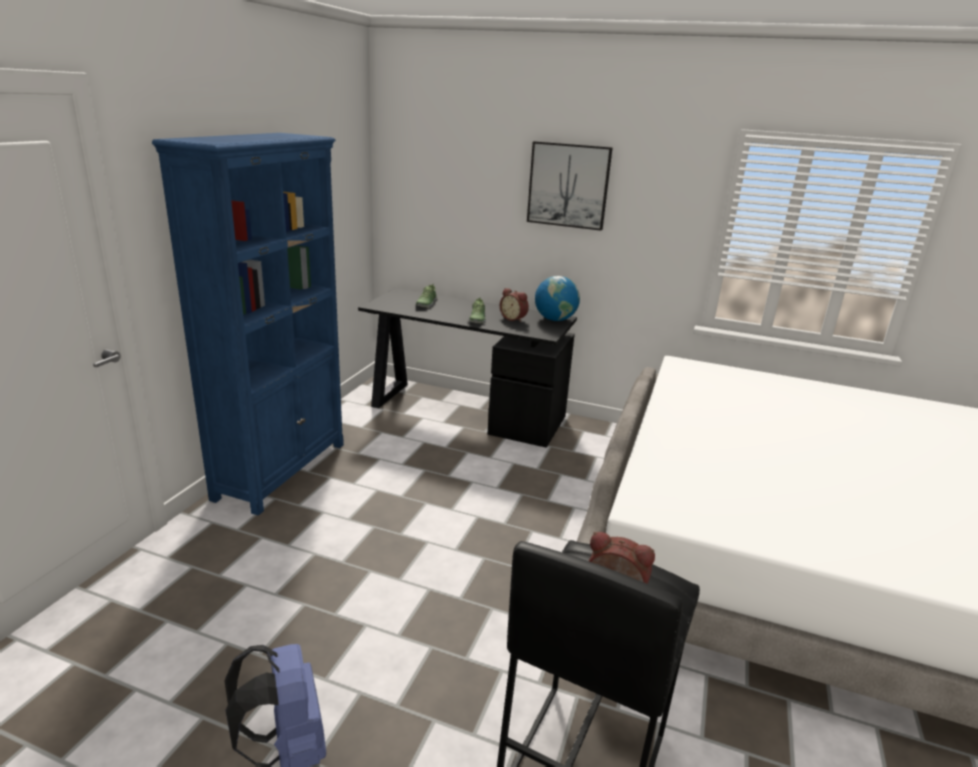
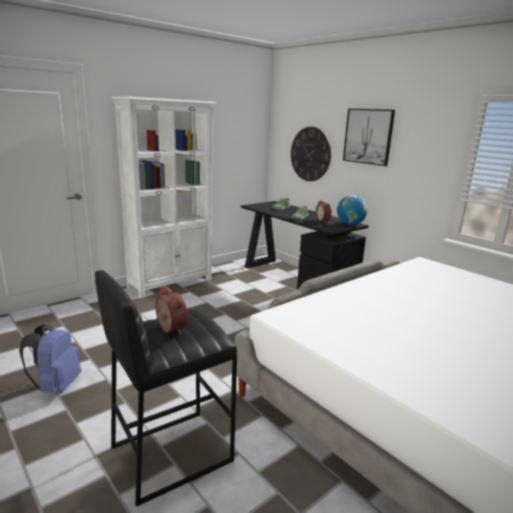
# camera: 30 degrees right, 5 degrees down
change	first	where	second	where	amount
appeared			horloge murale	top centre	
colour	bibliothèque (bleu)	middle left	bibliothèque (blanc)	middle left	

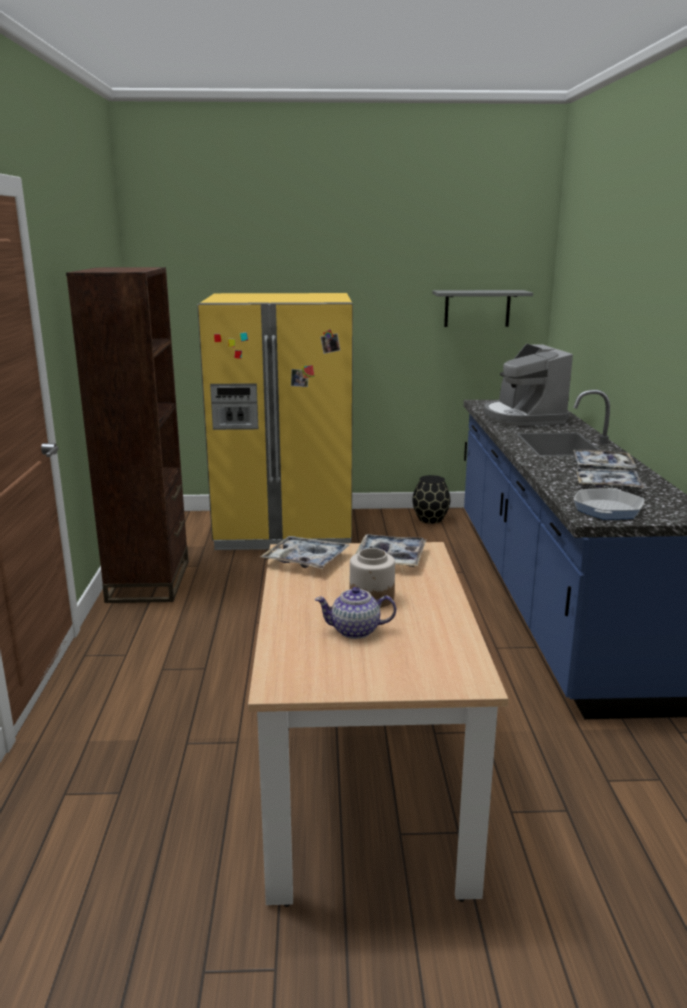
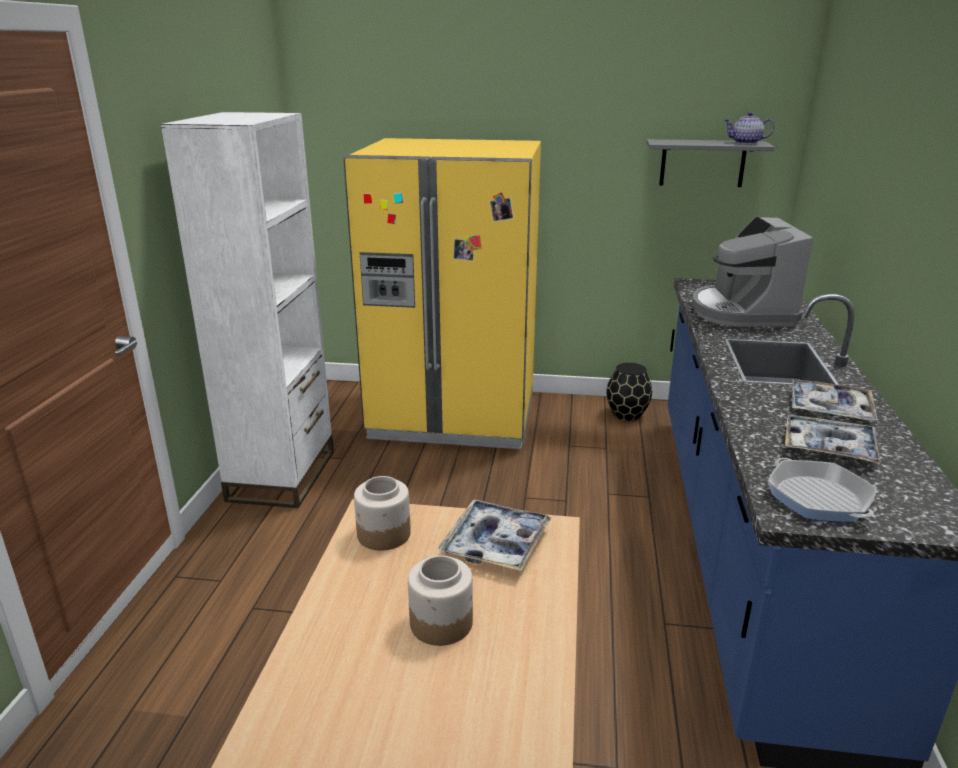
# camera: 10 degrees right, 5 degrees up
change	first	where	second	where	amount
relocated	théière	centre		top right	
exchanged	plateau (no. 1 from left)	centre	bocal (no. 1 from left)	bottom centre	
colour	bibliothèque (marron)	middle left	bibliothèque (blanc)	middle left	
spun	poêle	middle right		middle right	120 degrees clockwise

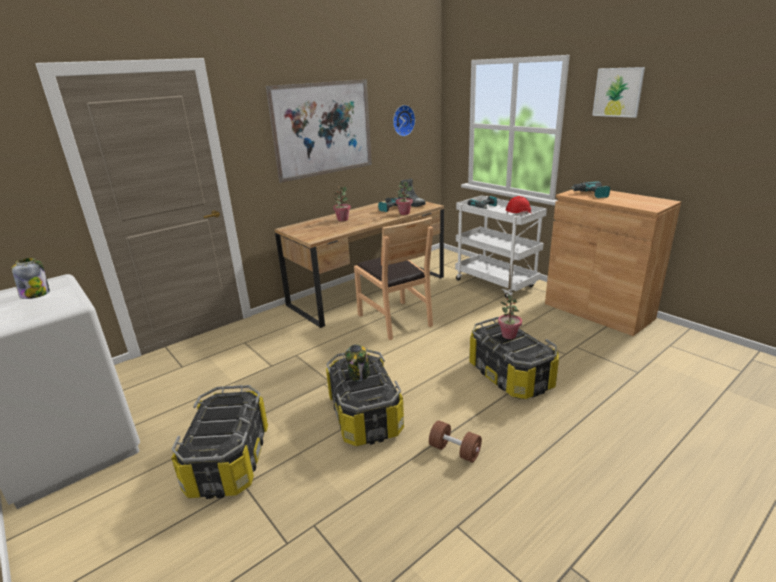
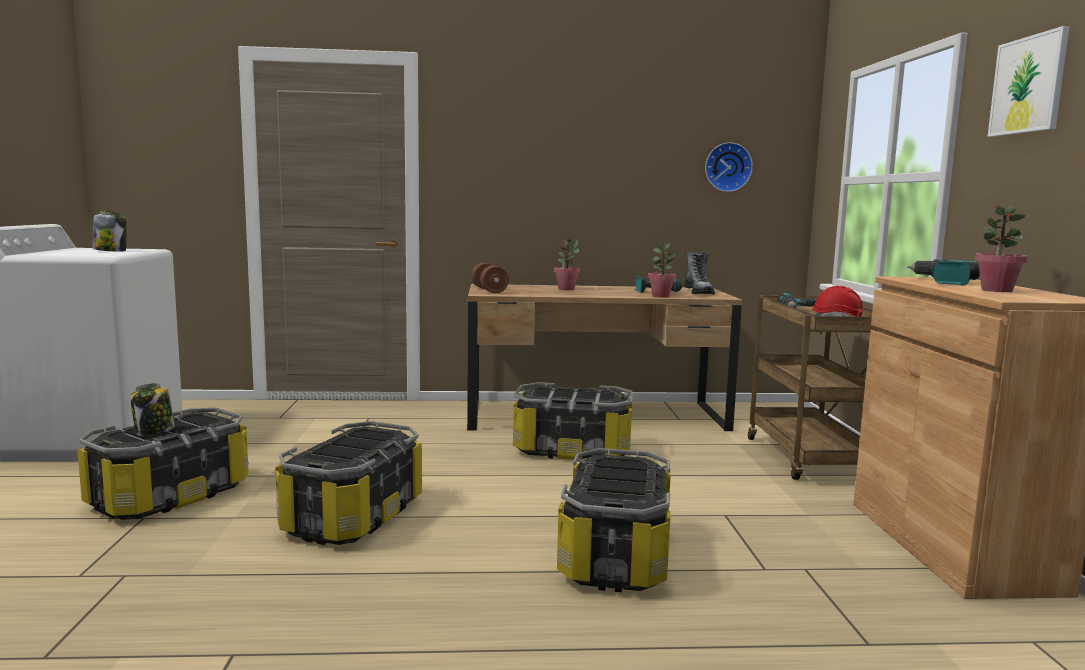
# camera: 35 degrees right, 15 degrees down
change	first	where	second	where	amount
missing	tableau (no. 1 from left)	top centre			
relocated	bocal (no. 2 from left)	centre		middle left	
relocated	haltère (marron)	bottom centre		centre	
relocated	plante en pot (no. 3 from left)	centre		middle right	
exchanged	chaise (marron)	centre	boîte de rangement (no. 3 from left)	centre	
colour	chariot (blanc)	centre	chariot (marron)	middle right	

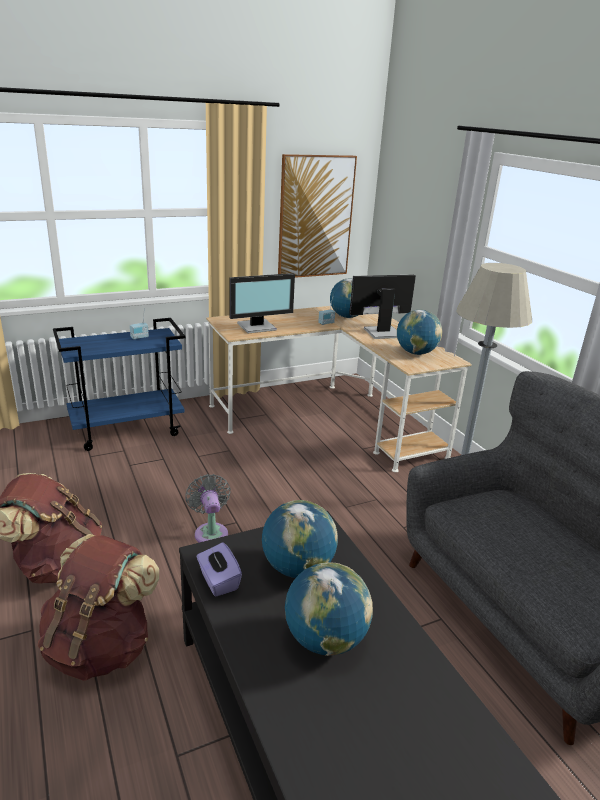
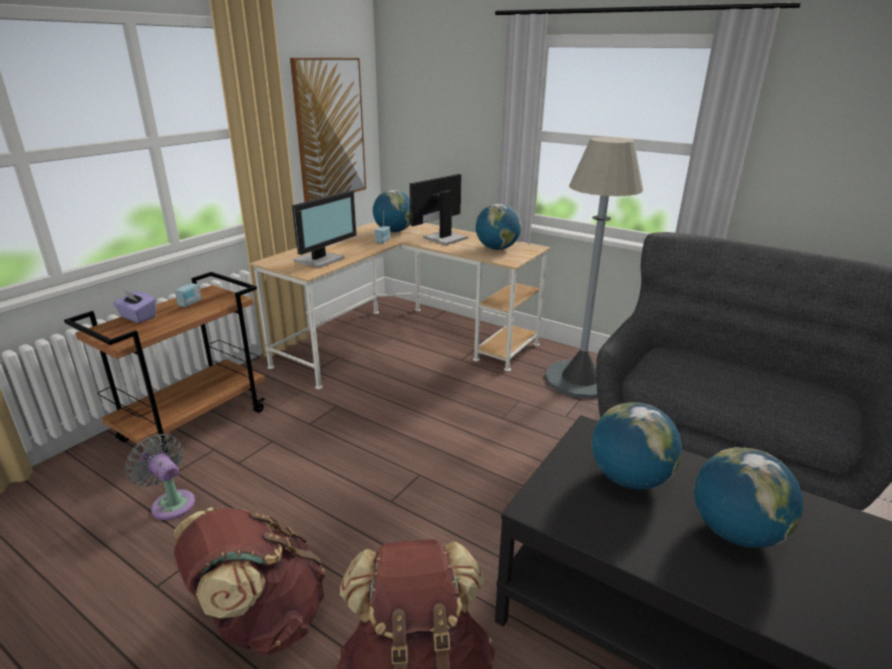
# camera: 30 degrees left, 0 degrees up
change	first	where	second	where	amount
relocated	ventilateur (gris)	centre		bottom left	
relocated	boîte à mouchoirs (violet)	bottom centre		middle left	
colour	chariot (bleu)	middle left	chariot (marron)	middle left	

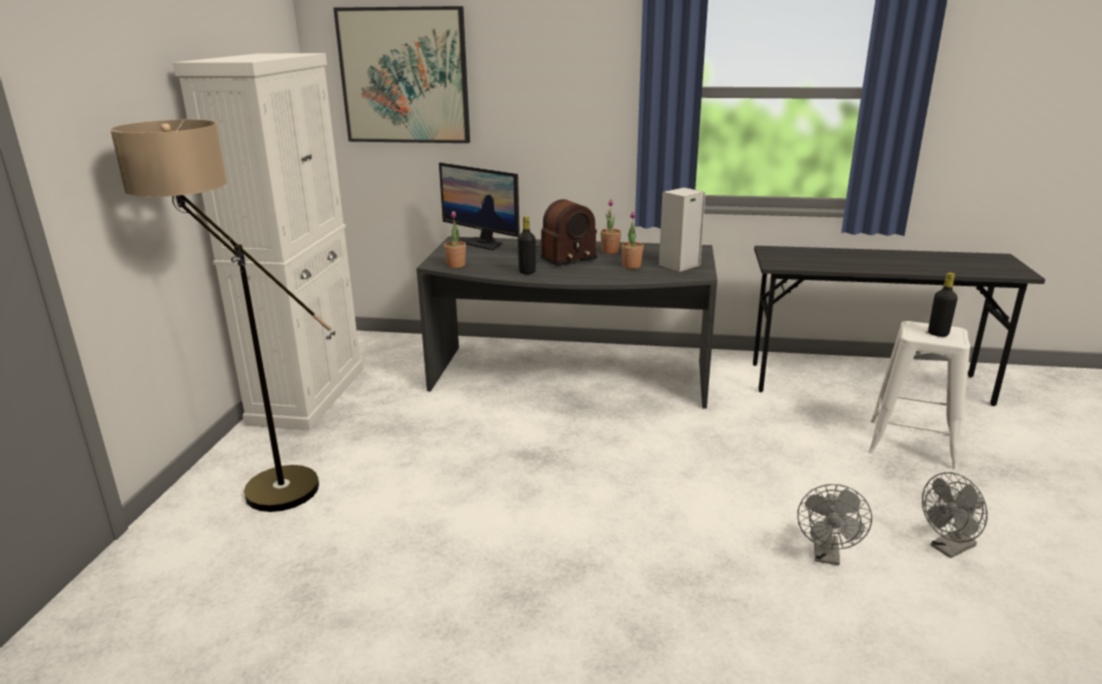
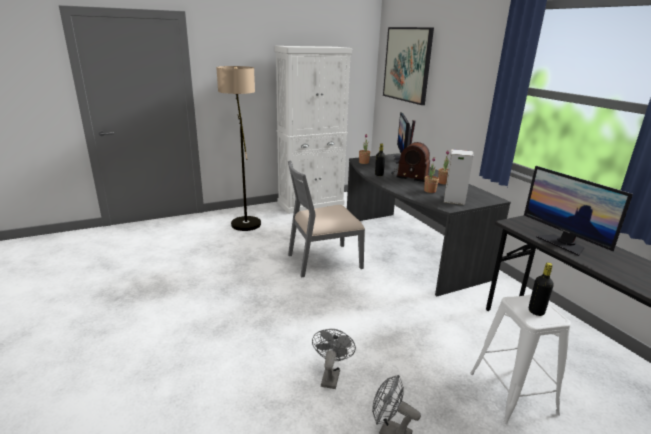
# camera: 55 degrees right, 0 degrees up
change	first	where	second	where	amount
appeared			chaise (gris)	centre	
appeared			écran d'ordinateur (no. 2 from left)	middle right	
spun	ventilateur (gris) (no. 1 from left)	bottom right		bottom centre	120 degrees clockwise

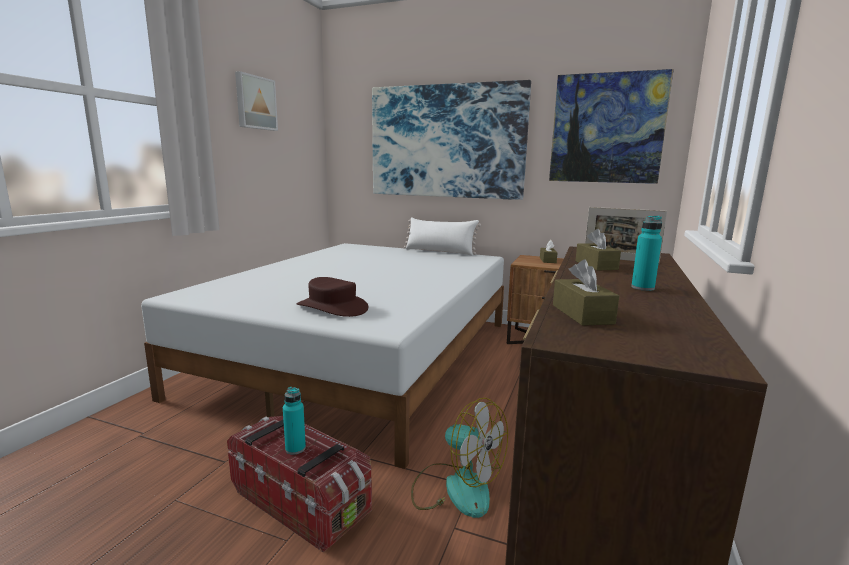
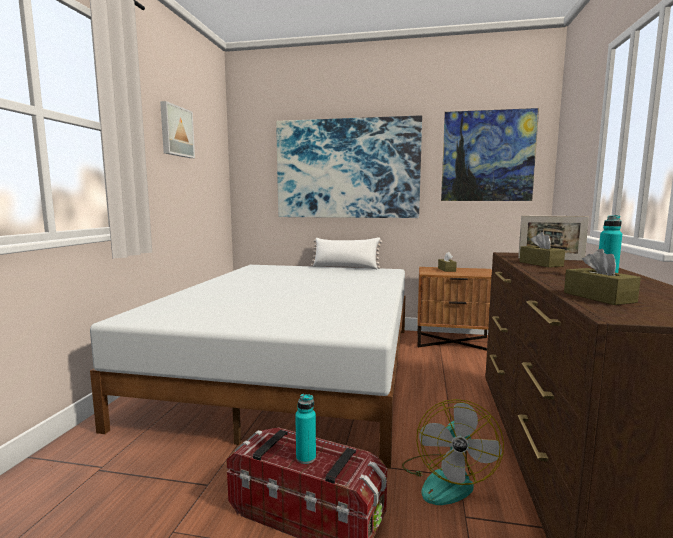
# camera: 10 degrees left, 5 degrees down
change	first	where	second	where	amount
missing	chapeau (marron)	centre			
spun	ventilateur	bottom centre		bottom right	75 degrees clockwise

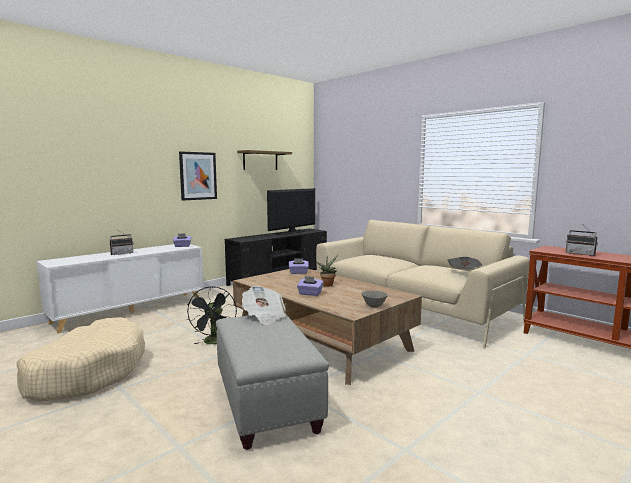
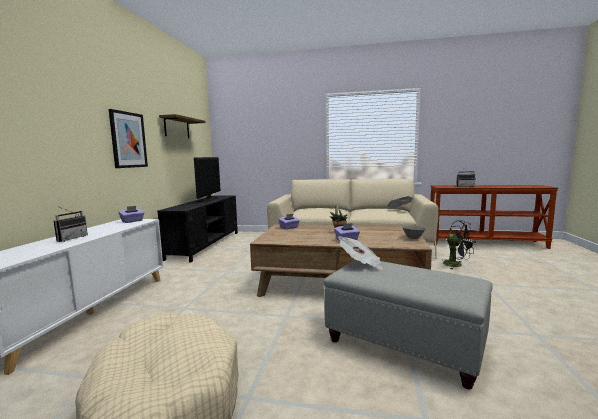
# camera: 35 degrees left, 0 degrees up
change	first	where	second	where	amount
relocated	ventilateur (noir)	centre		middle right	

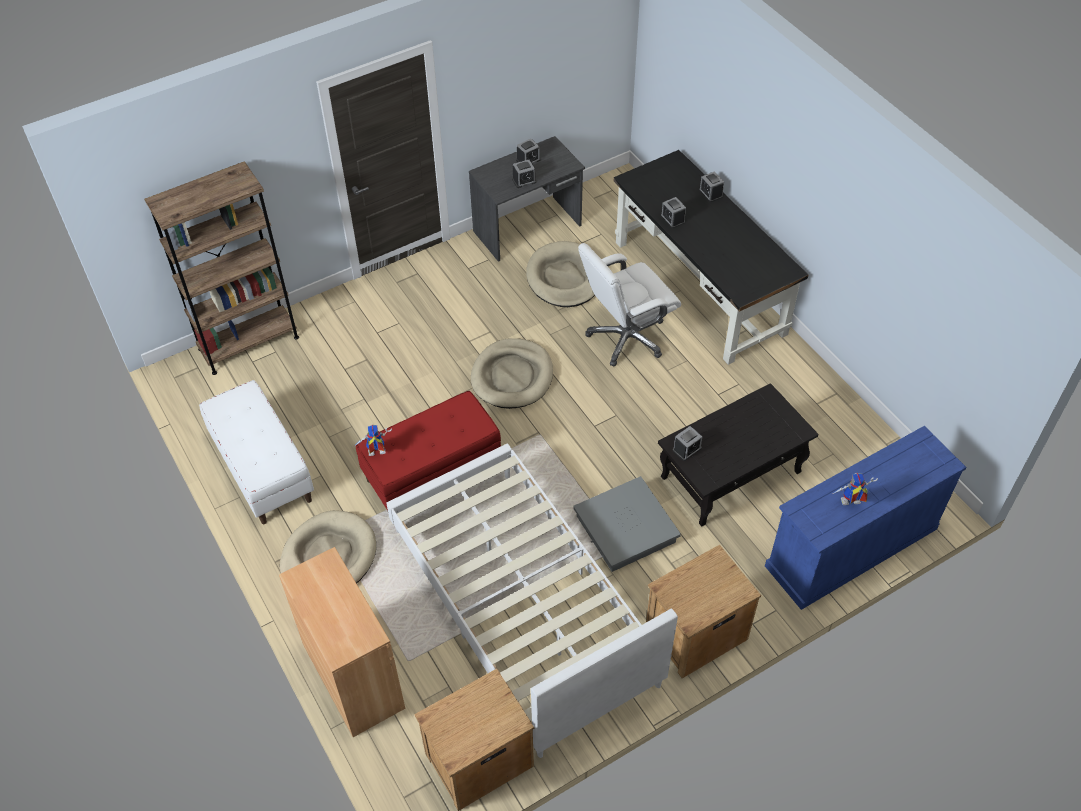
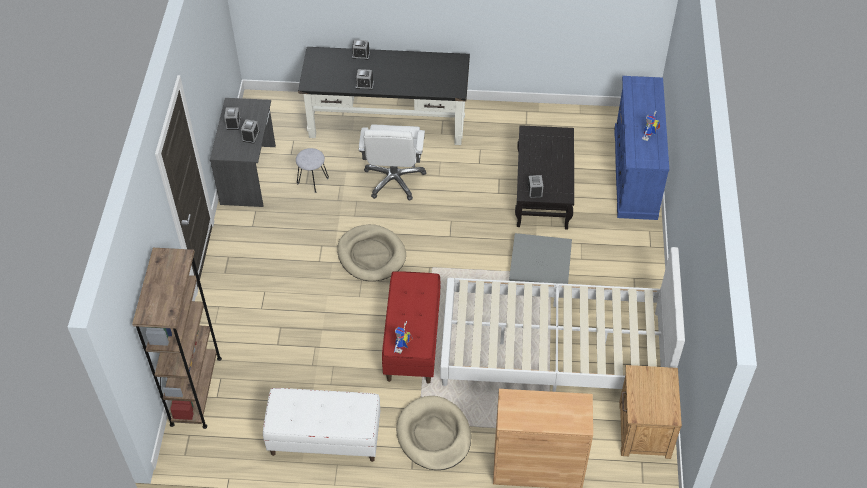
# camera: 55 degrees left, 0 degrees up
change	first	where	second	where	amount
missing	table de chevet (marron) (no. 2 from left)	bottom centre			
exchanged	panier pour chien (beige) (no. 3 from left)	centre	tabouret (gris)	centre	

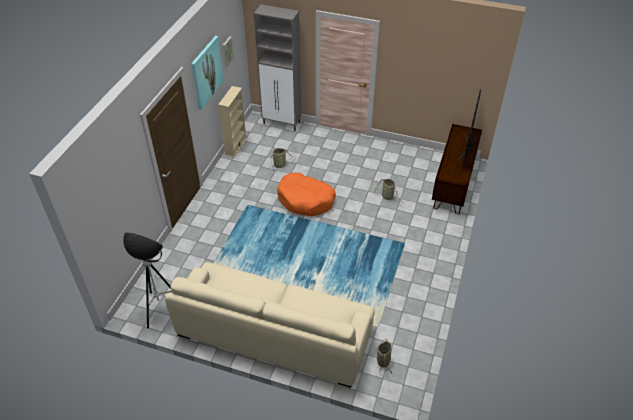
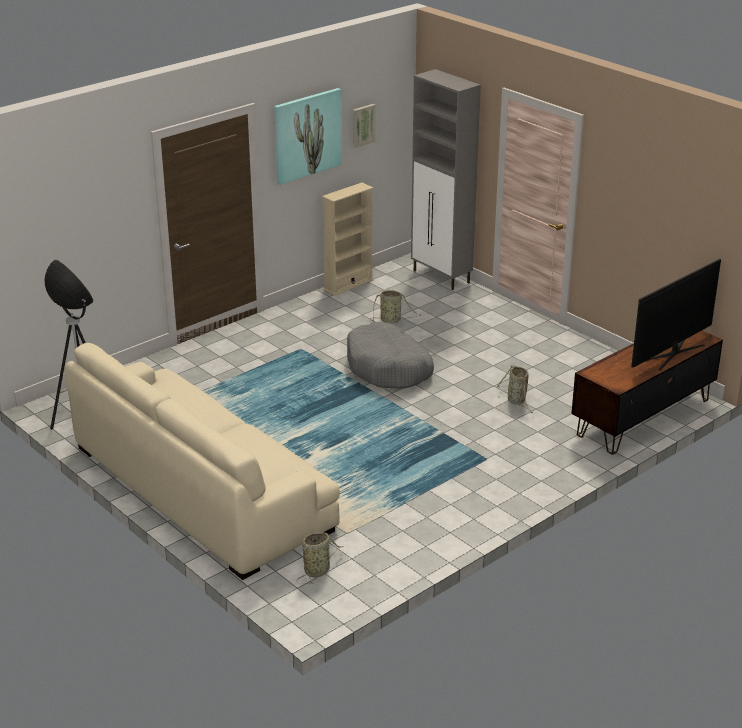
# camera: 30 degrees right, 15 degrees down
change	first	where	second	where	amount
colour	panier pour chien (orange)	centre	panier pour chien (gris)	centre	

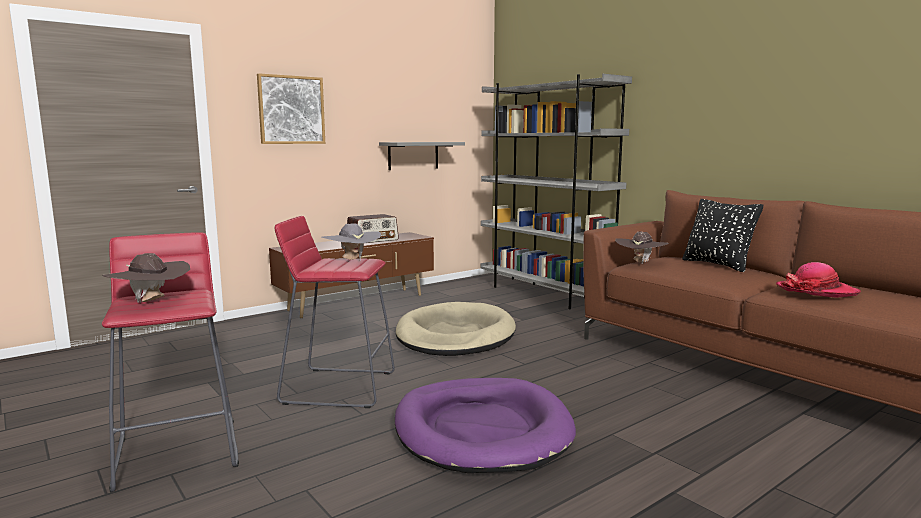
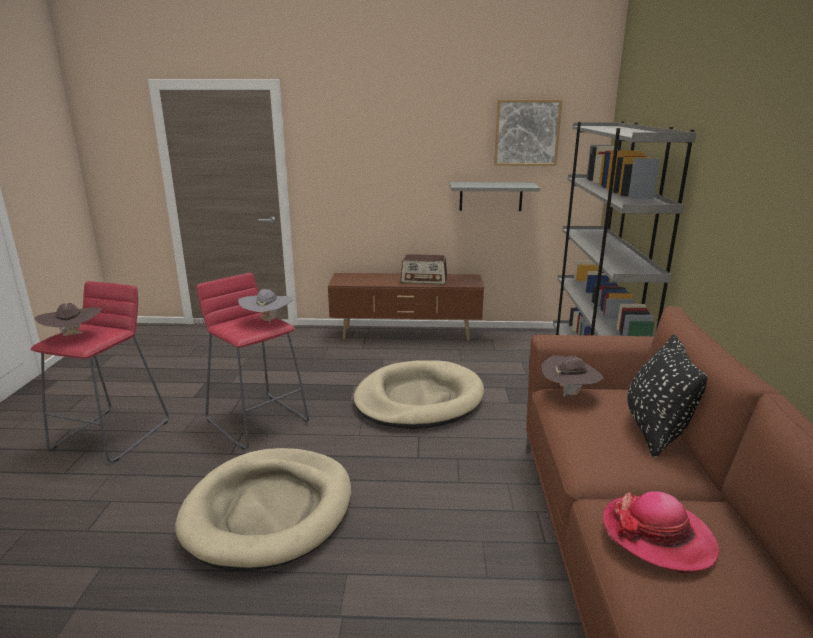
# camera: 40 degrees right, 10 degrees up
change	first	where	second	where	amount
relocated	tableau	top left		top centre	
colour	panier pour chien (violet)	bottom centre	panier pour chien (beige) (no. 1 from left)	bottom left	

